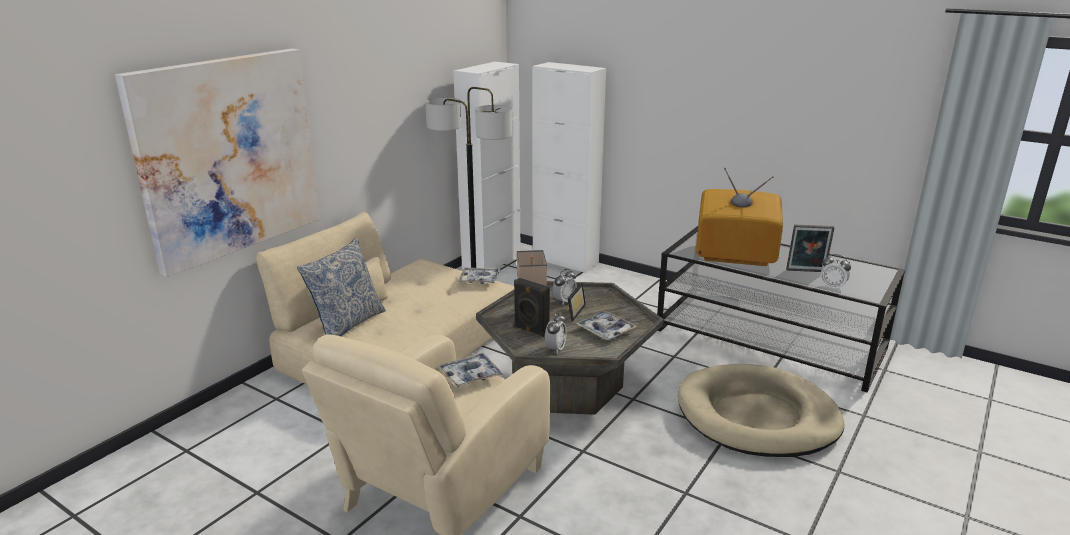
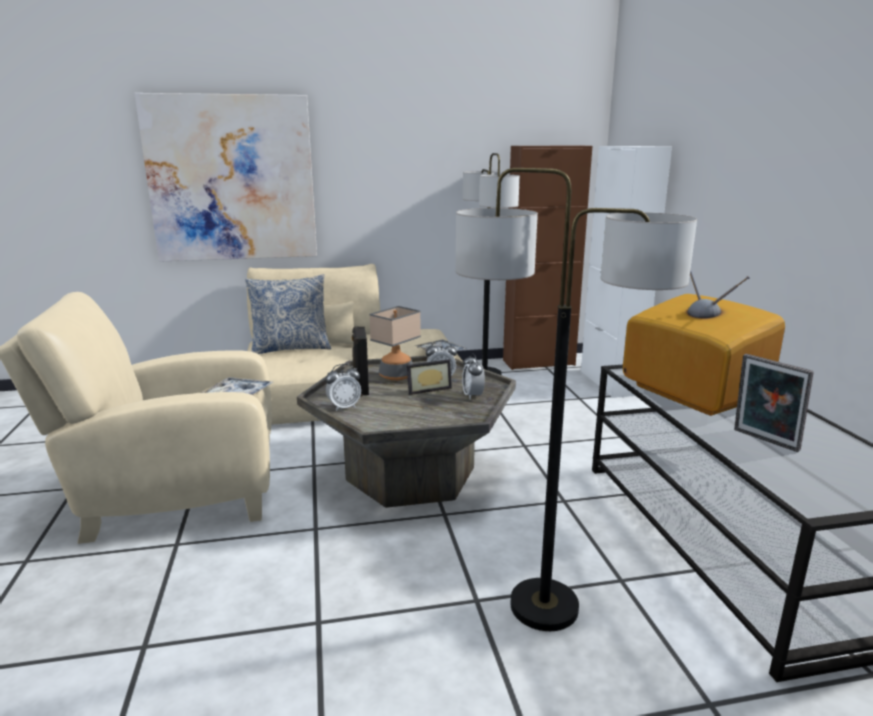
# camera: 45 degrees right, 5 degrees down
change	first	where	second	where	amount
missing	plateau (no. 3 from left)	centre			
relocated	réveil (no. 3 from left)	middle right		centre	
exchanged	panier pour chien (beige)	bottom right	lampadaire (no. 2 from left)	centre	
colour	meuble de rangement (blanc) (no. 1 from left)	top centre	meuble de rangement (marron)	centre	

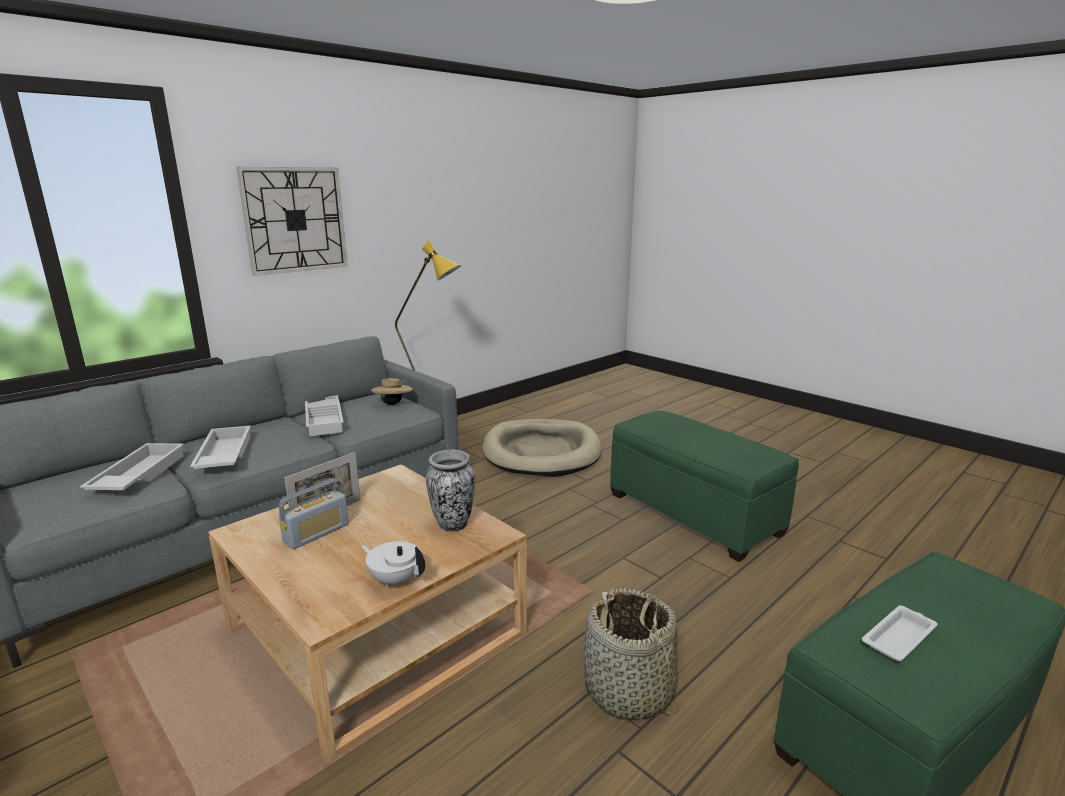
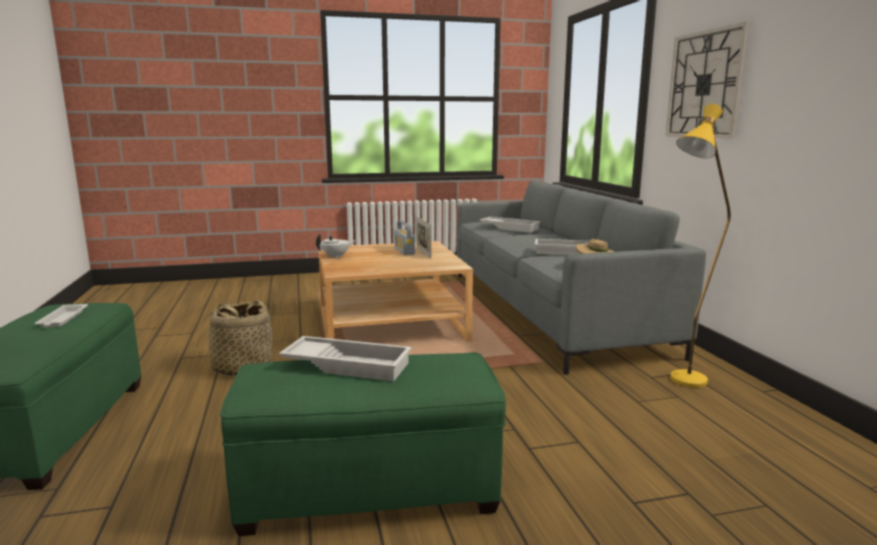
# camera: 120 degrees right, 5 degrees down
change	first	where	second	where	amount
missing	vase	centre			
missing	panier pour chien (beige)	centre			
relocated	plateau (blanc) (no. 2 from left)	middle left		centre	

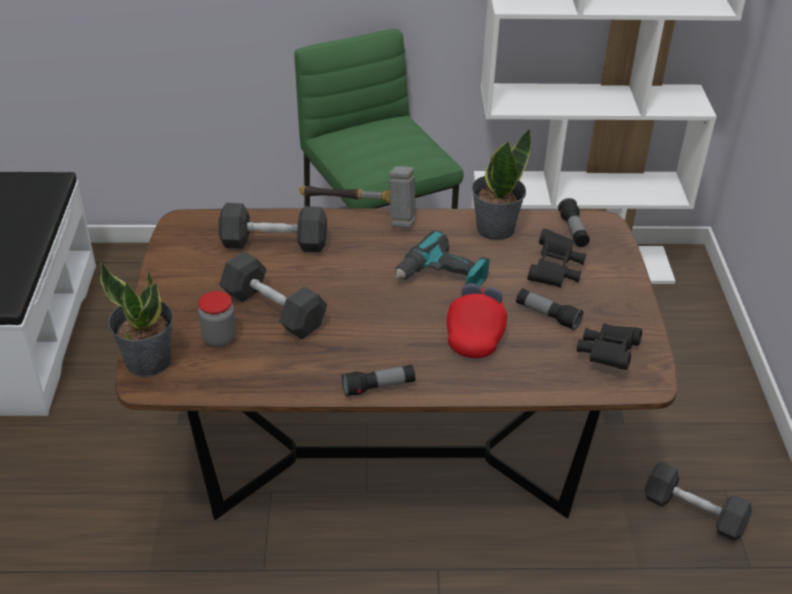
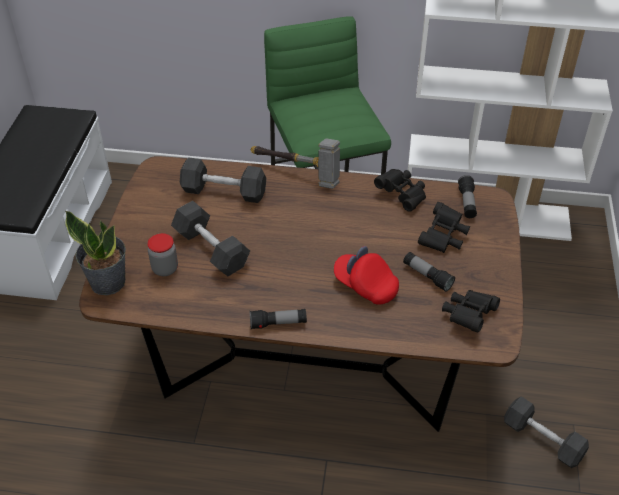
# camera: 10 degrees right, 5 degrees up
change	first	where	second	where	amount
missing	perceuse	centre			
exchanged	plante en pot (no. 2 from left)	top centre	jumelles (noir) (no. 1 from left)	centre	
spun	casquette (rouge)	centre		centre	75 degrees counterclockwise

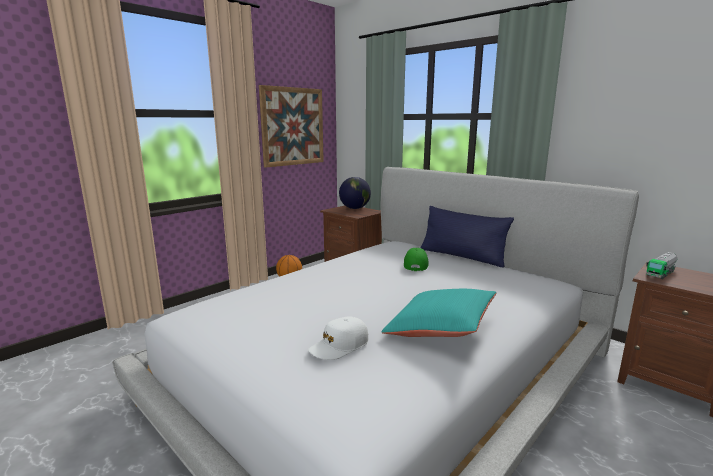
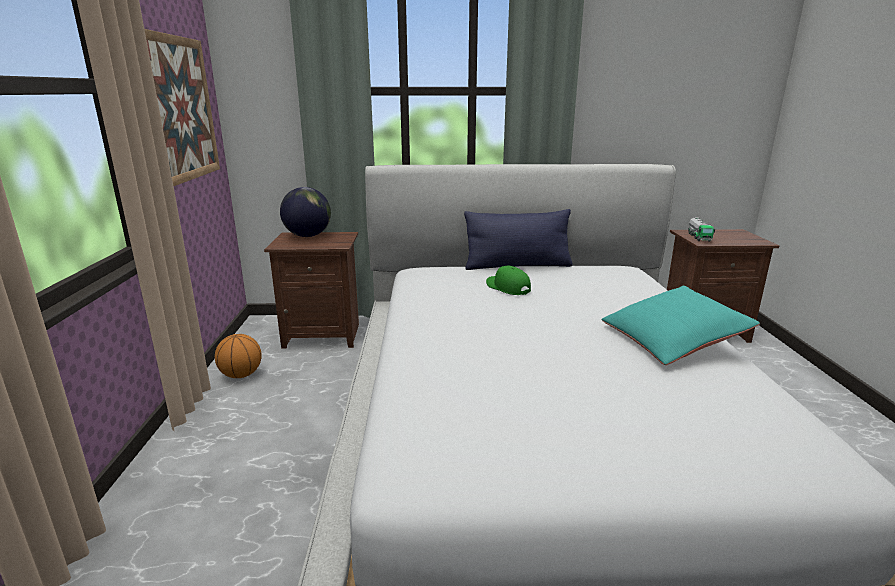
# camera: 45 degrees left, 5 degrees up
change	first	where	second	where	amount
missing	casquette (blanc)	bottom centre			

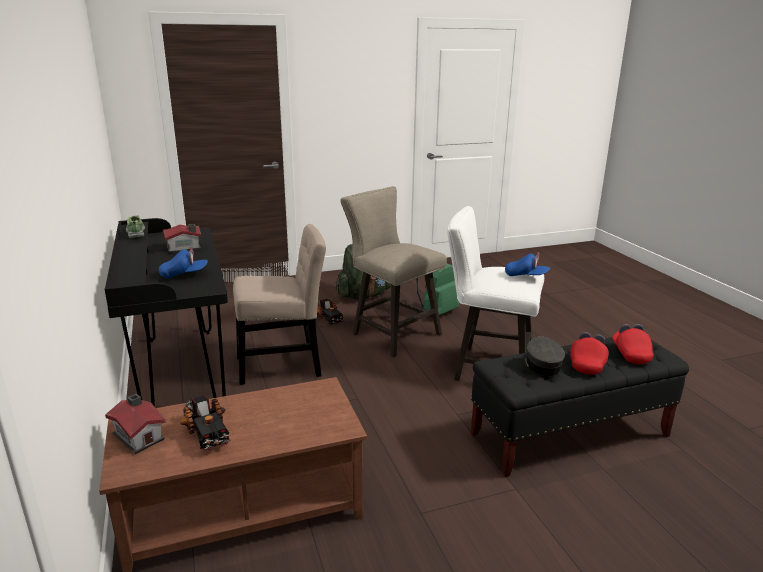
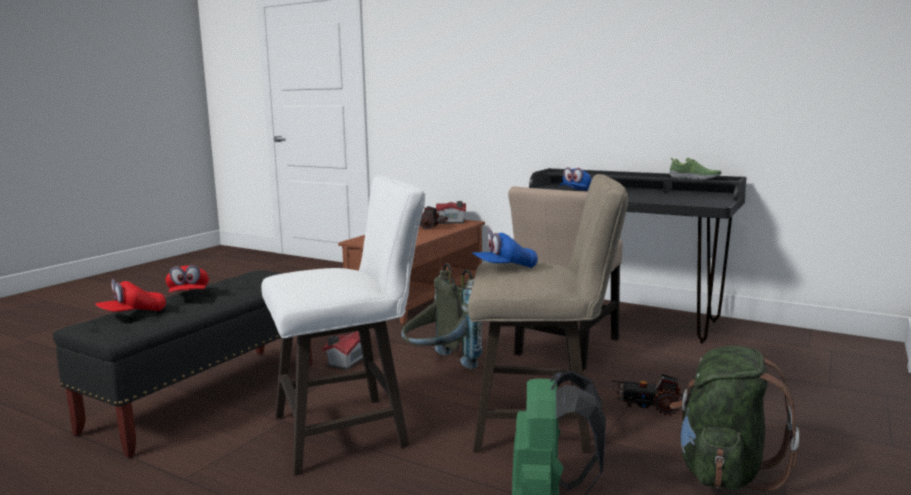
# camera: 140 degrees right, 10 degrees down
change	first	where	second	where	amount
missing	casquette (gris)	middle right			
appeared			sac à dos (gris)	centre	
relocated	maison miniature (no. 2 from left in the first image)	middle left	maison miniature (no. 1 from left)	bottom centre	
relocated	casquette (bleu) (no. 2 from left in the first image)	middle right	casquette (bleu) (no. 1 from left)	centre	
spun	casquette (rouge) (no. 2 from left in the first image)	middle right	casquette (rouge) (no. 1 from left)	middle left	90 degrees clockwise

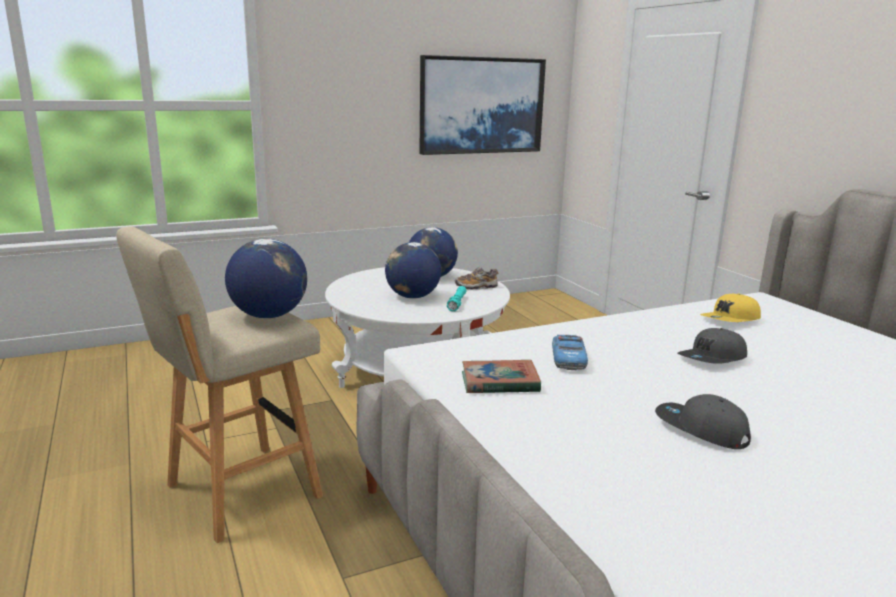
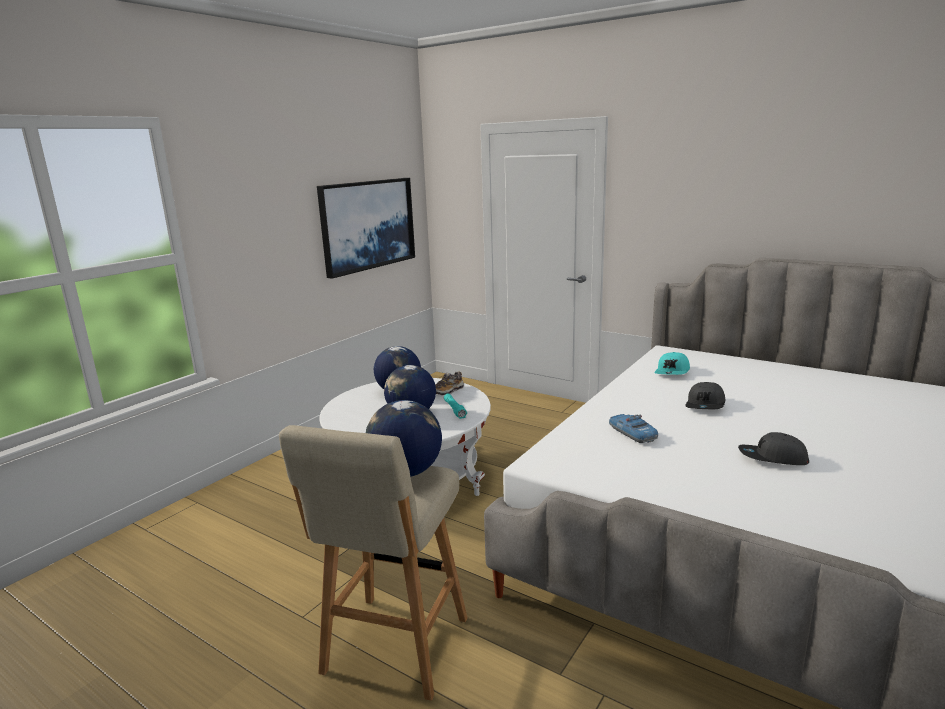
# camera: 30 degrees left, 0 degrees up
change	first	where	second	where	amount
missing	livre	centre			
colour	casquette (jaune)	middle right	casquette (turquoise)	middle right	

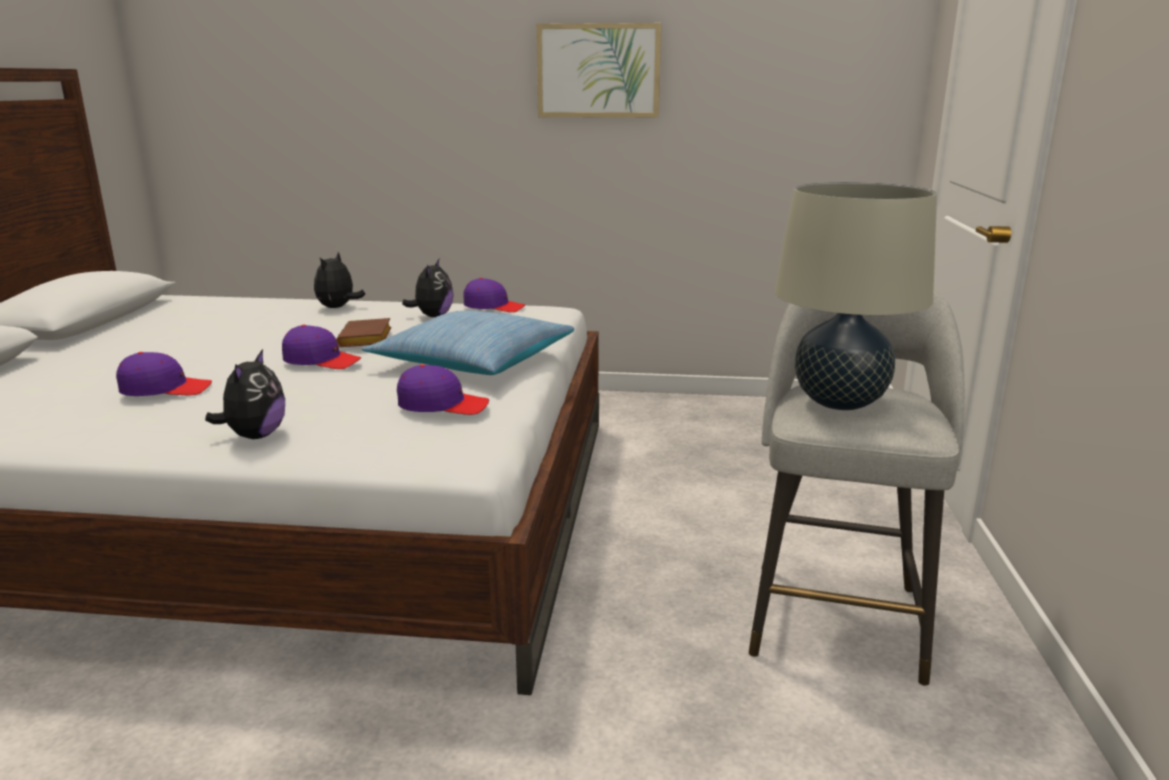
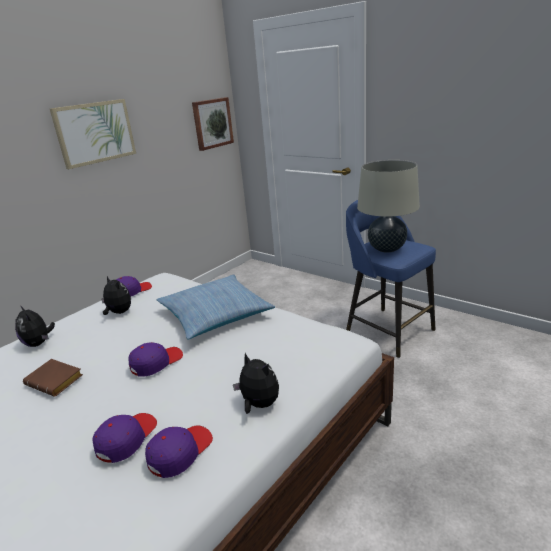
# camera: 55 degrees left, 5 degrees up
change	first	where	second	where	amount
appeared			tableau (no. 2 from left)	top centre	
relocated	livre (marron)	middle left		bottom left	
relocated	casquette (violet) (no. 3 from left in the first image)	centre	casquette (violet) (no. 4 from left)	bottom left	
colour	tabouret (gris)	middle right	tabouret (bleu)	middle right	

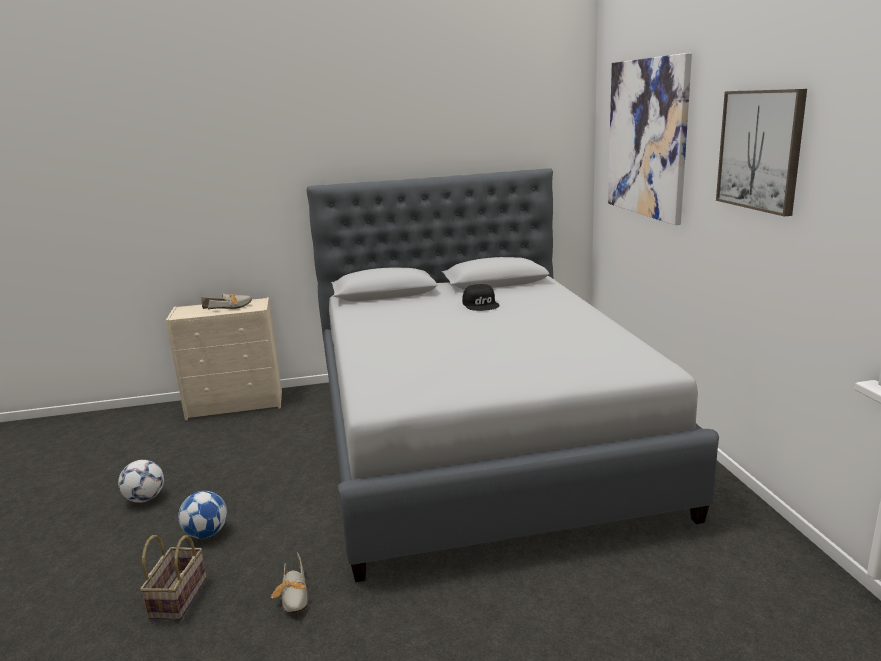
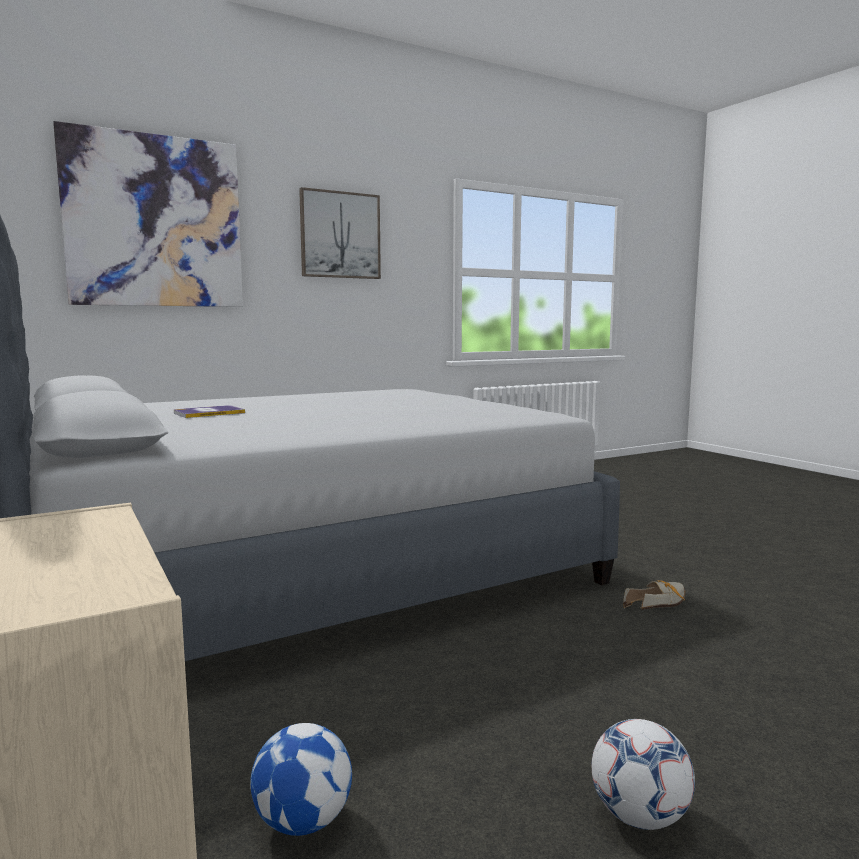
# camera: 110 degrees left, 10 degrees down
change	first	where	second	where	amount
missing	panier	bottom left			
missing	chaussure (no. 1 from left)	middle left			
relocated	ballon de foot (no. 2 from left in the first image)	bottom left	ballon de foot (no. 1 from left)	bottom centre	
exchanged	casquette (noir)	centre	livre	middle left	

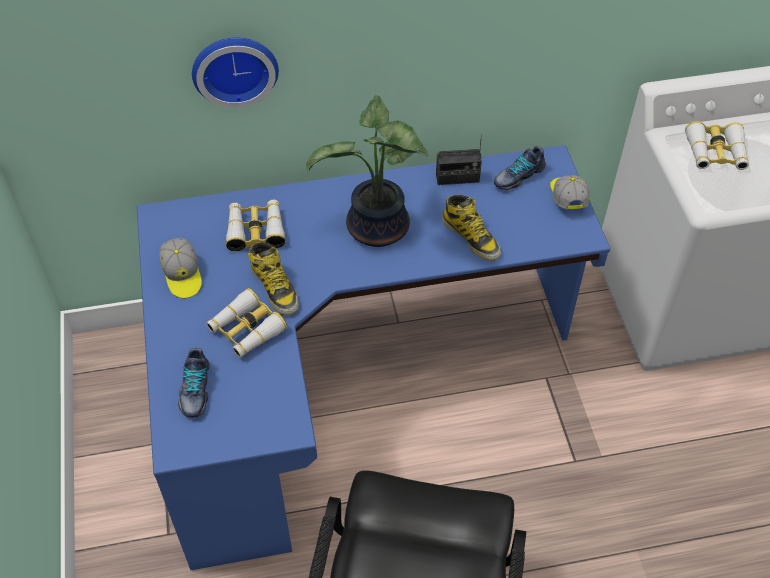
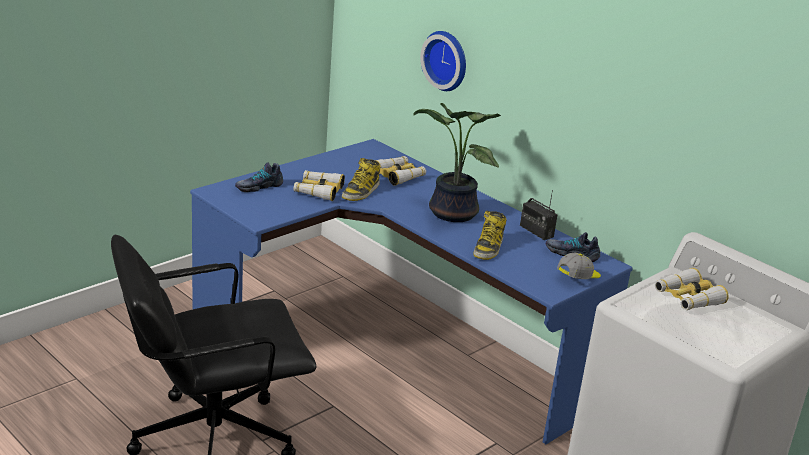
# camera: 55 degrees right, 25 degrees down
change	first	where	second	where	amount
missing	casquette (no. 1 from left)	middle left			

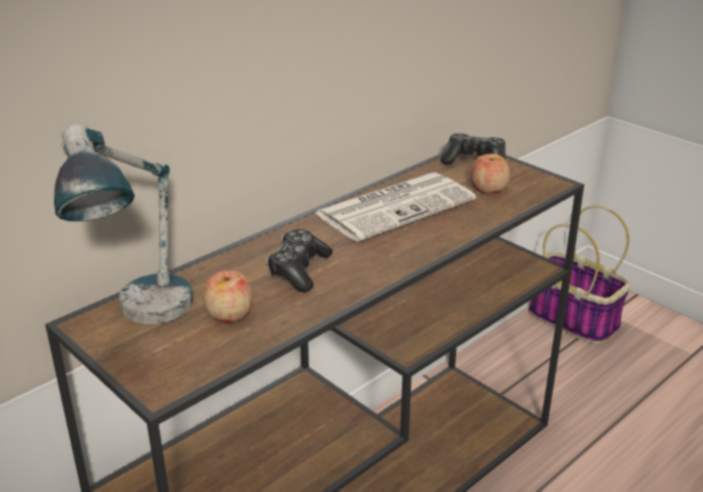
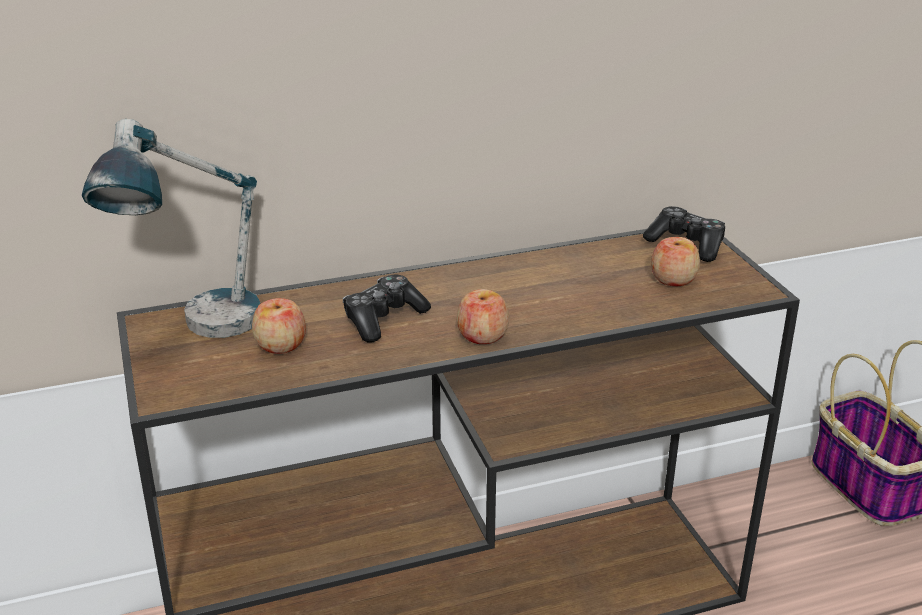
# camera: 25 degrees right, 0 degrees up
change	first	where	second	where	amount
missing	journal	centre			
appeared			pomme (no. 2 from left)	centre	

